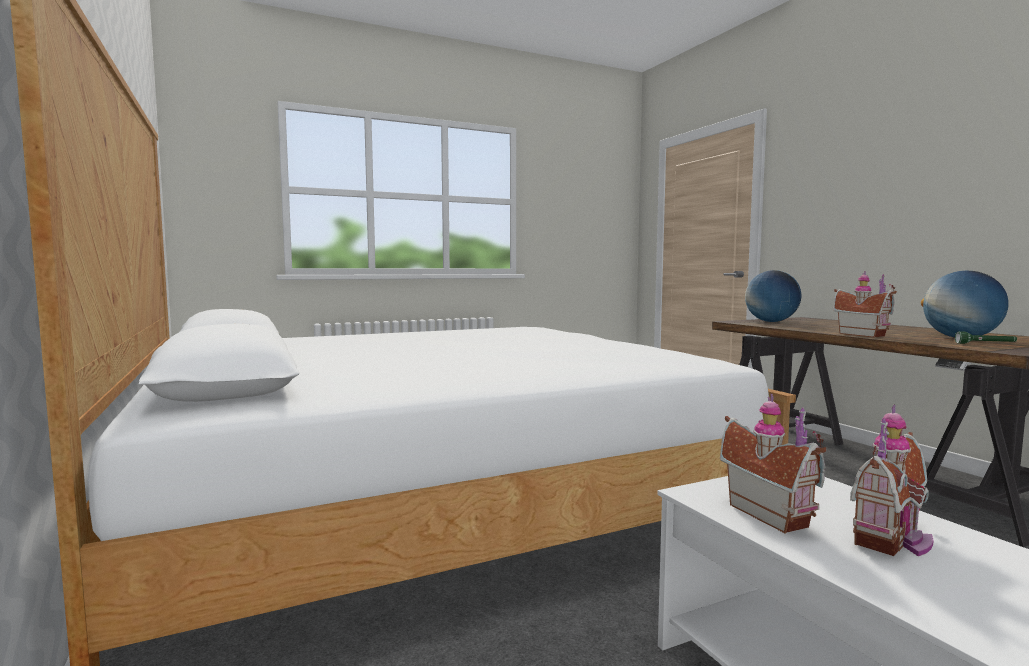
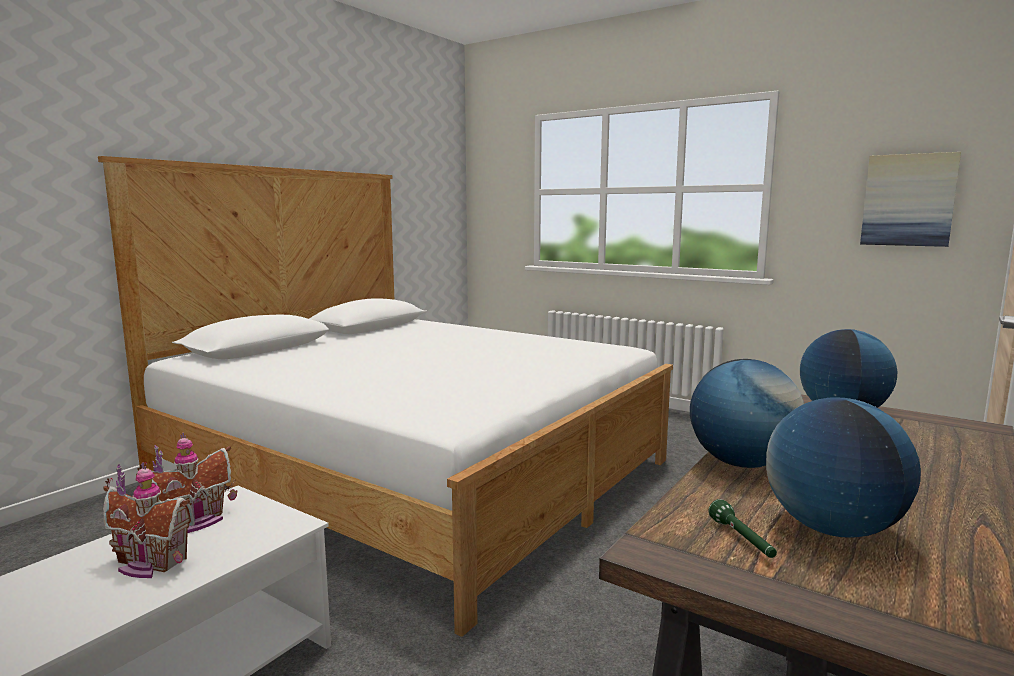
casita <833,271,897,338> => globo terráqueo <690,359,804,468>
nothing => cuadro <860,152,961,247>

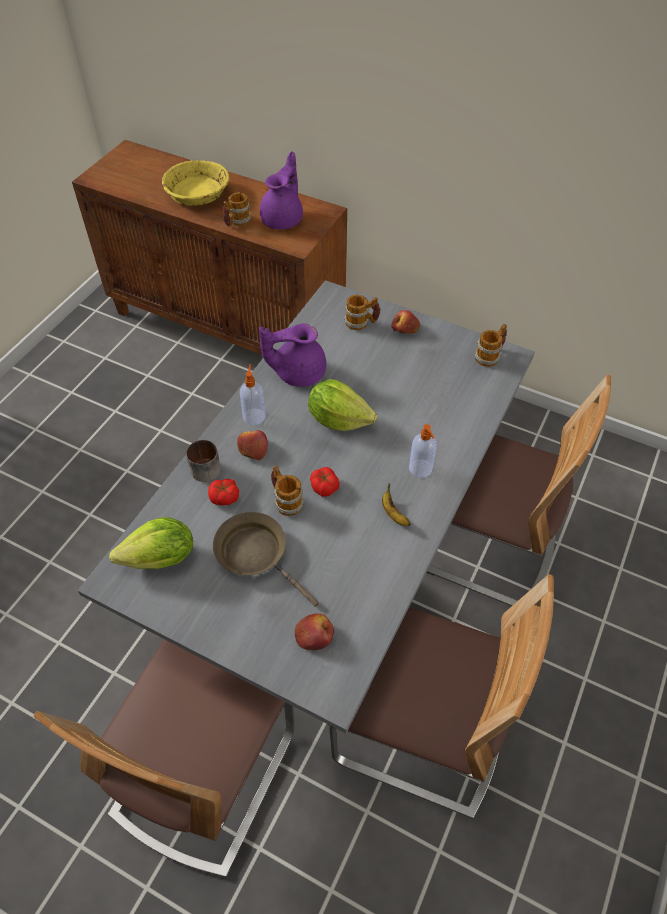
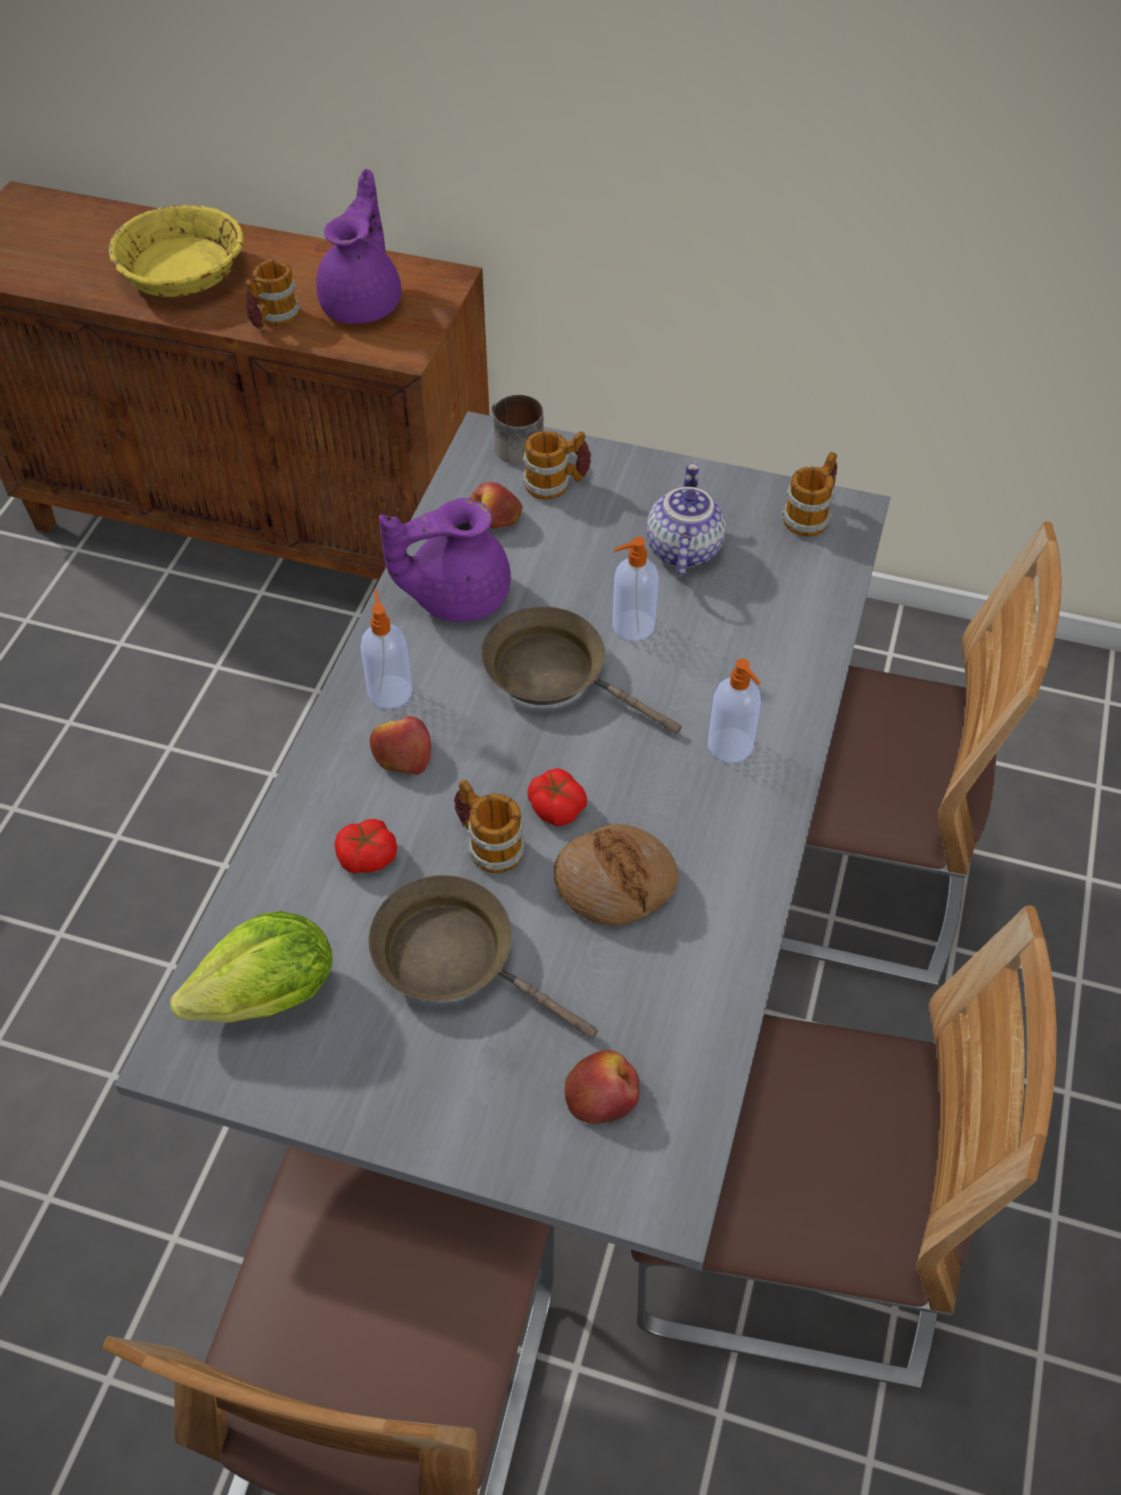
taza grande <186,440,221,482> => taza grande <492,395,544,465>, shifted
lechuga <308,379,377,431> => sartén [marrón] <481,607,682,734>
plátano <382,483,411,526> => nothing
manzana <391,310,421,334> => manzana <470,482,523,528>, shifted
nothing => pan <554,824,679,926>
nothing => dispensador de jabón <612,537,659,641>
nothing => tetera <646,464,726,577>

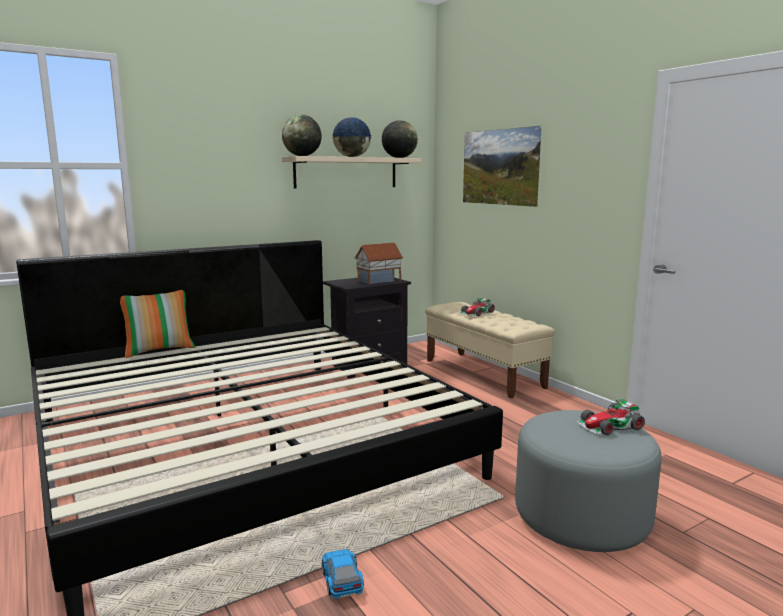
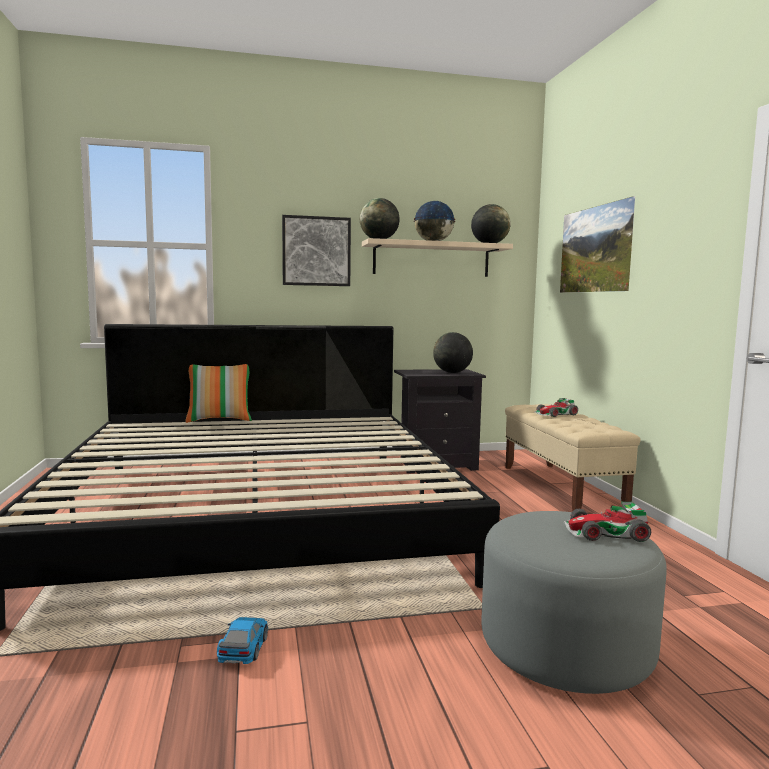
casita <355,243,403,284> => globo terráqueo <433,332,473,373>
nothing => cuadro <282,215,351,286>

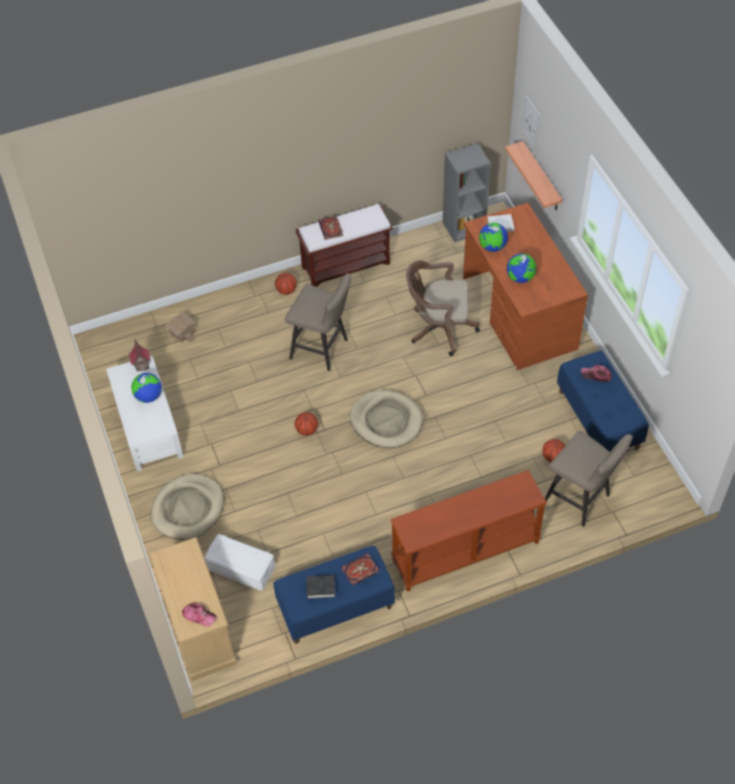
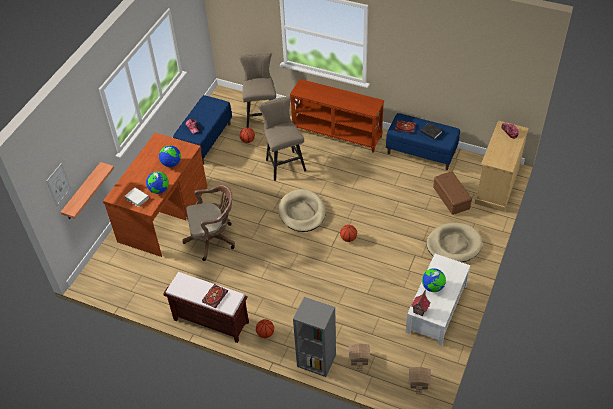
caja de almacenaje [blanco] <204,534,275,591> => caja de almacenaje [marrón] <433,171,472,215>
taburete [beis] <285,273,351,371> => taburete [beis] <258,96,306,181>, shifted
silla de oficina [marrón] <406,260,480,356> => silla de oficina [marrón] <182,184,235,261>, 60 degrees counterclockwise
estantería [gris] <443,143,491,242> => estantería [gris] <293,297,336,377>, shifted
nothing => casita <409,367,431,394>

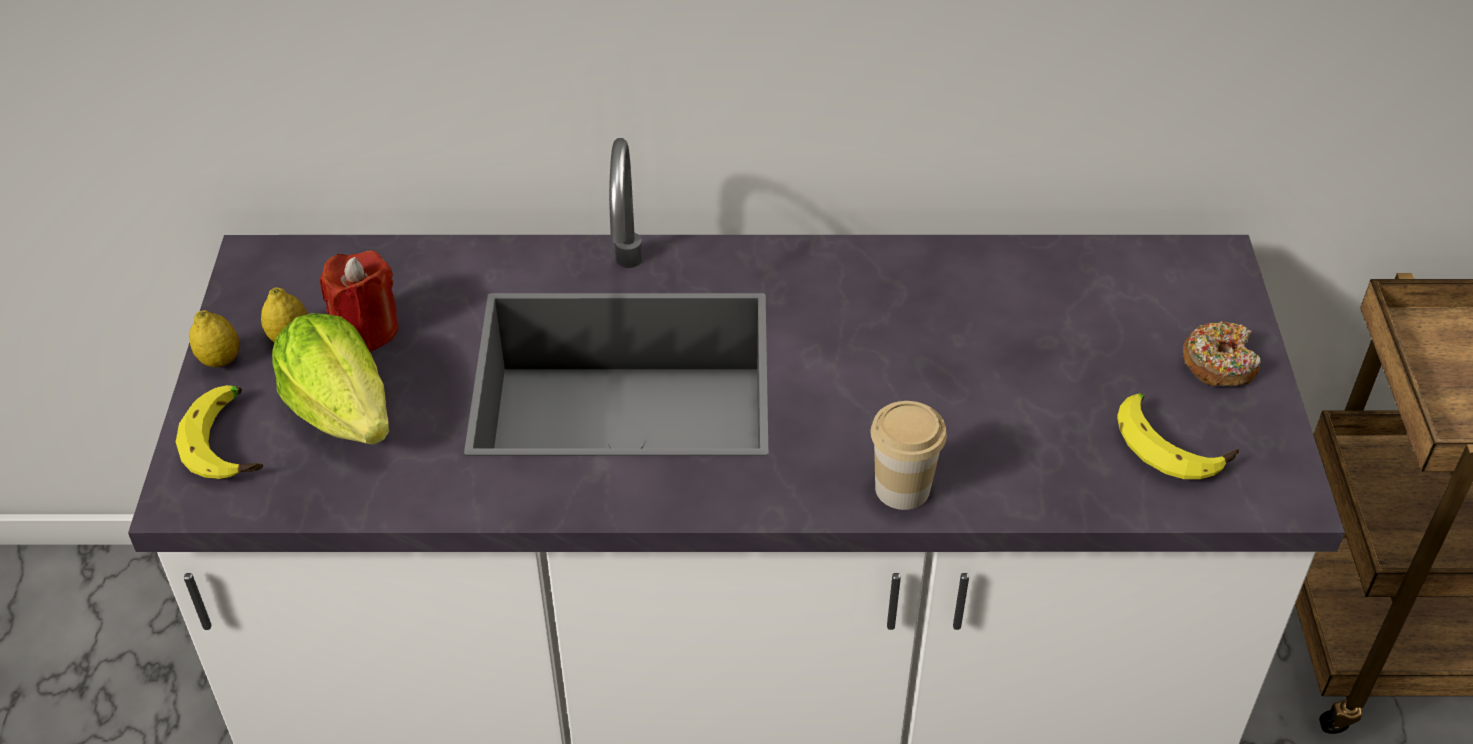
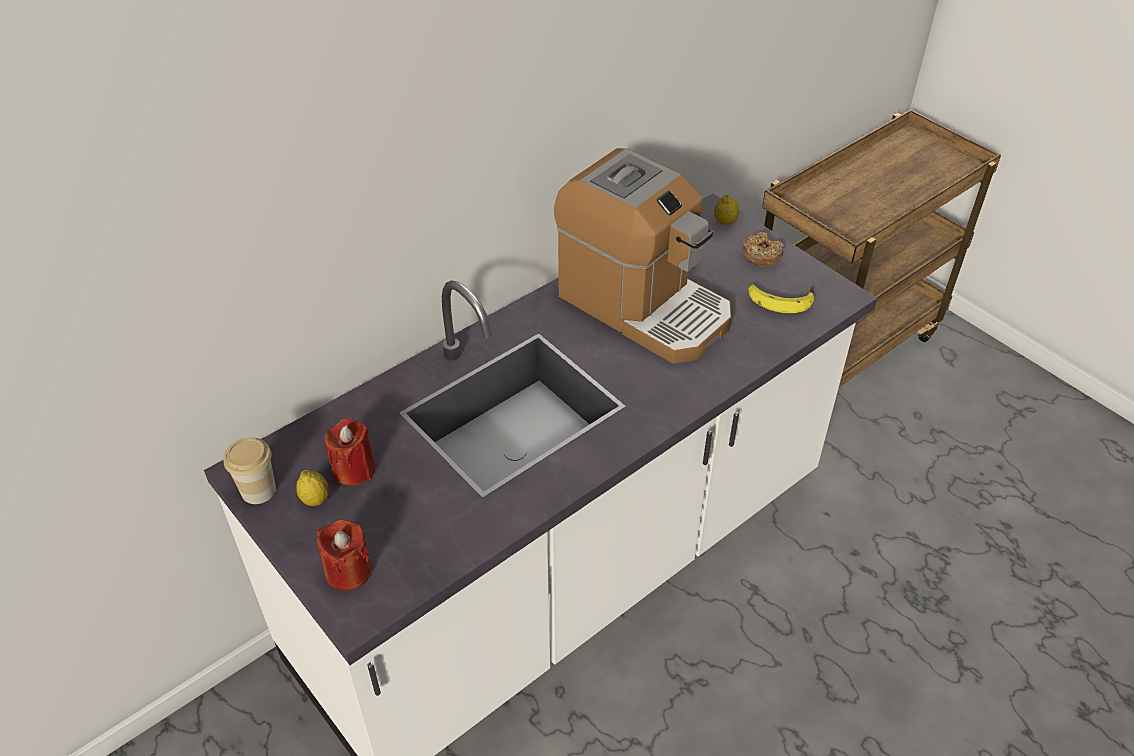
plátano <176,385,263,479> => vela [rojo] <316,519,372,591>
limón <189,310,240,367> => limón <715,195,739,225>, shifted
lechuga <272,313,389,445> => nothing
taza <871,401,947,510> => taza <223,437,276,504>, shifted
nothing => cafetera <554,148,731,364>

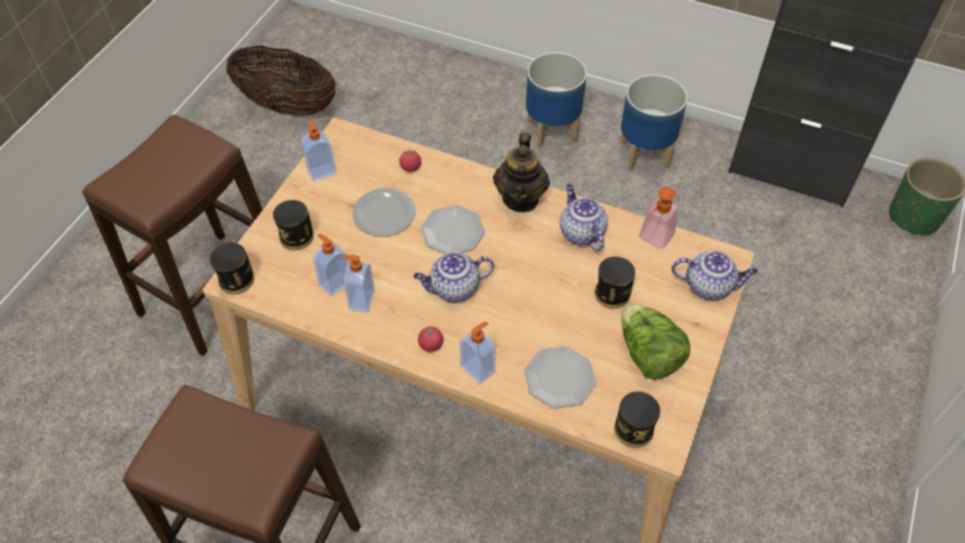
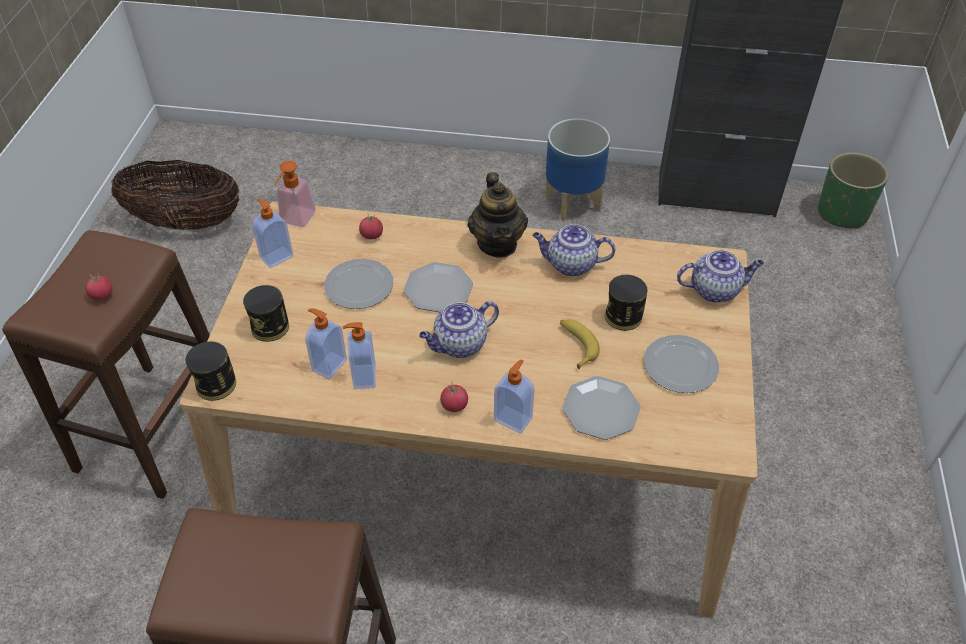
maceta <526,52,587,149> => nothing
tetera <560,184,608,251> => tetera <533,224,615,277>, 45 degrees counterclockwise
lata <614,391,660,448> => nothing
lechuga <621,304,690,380> => plato <644,335,719,393>
dispensador de jabón <639,187,678,249> => dispensador de jabón <274,161,316,227>, shifted
nothing => tomate <85,273,113,300>
nothing => plátano <560,319,600,369>

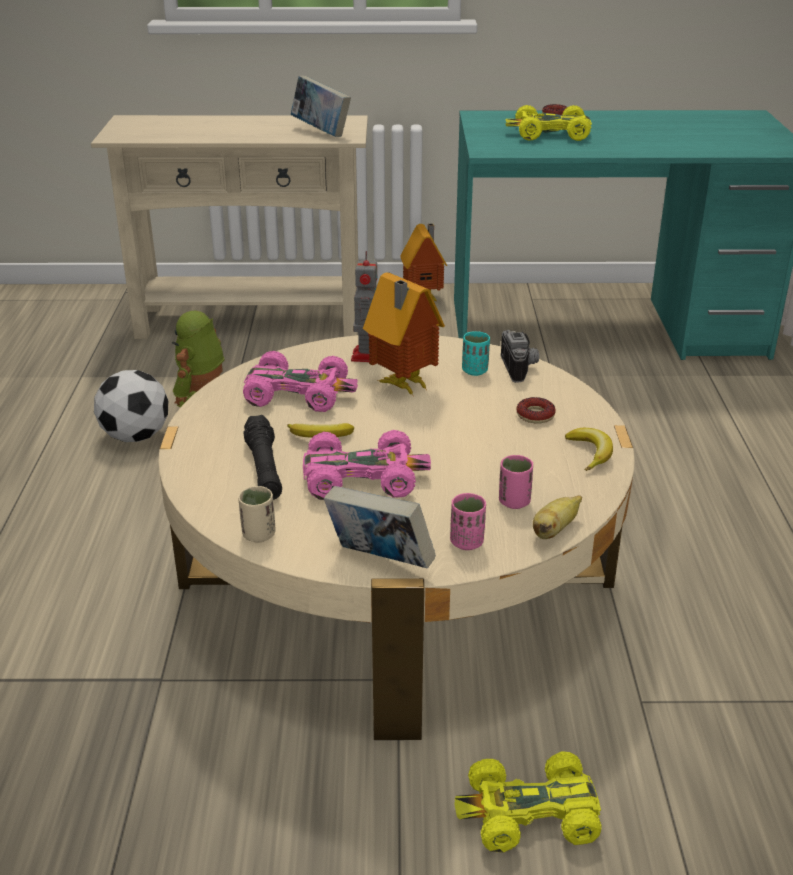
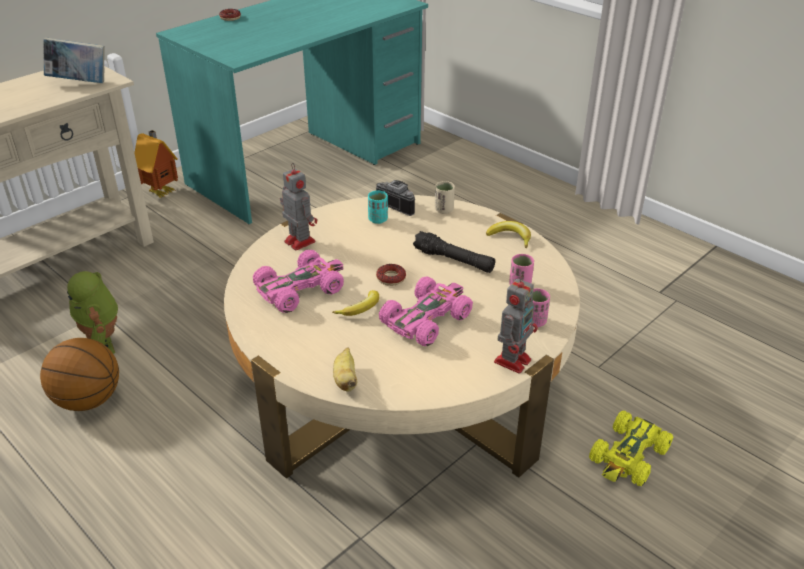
balón de fútbol <94,370,168,442> => balón de baloncesto <40,338,119,411>
taza [beis] <238,486,276,543> => taza [beis] <435,181,455,214>, shifted
linterna [negro] <243,415,282,500> => linterna [negro] <413,231,495,273>, shifted
libro <324,486,436,569> => robot de juguete <494,274,538,374>
casita <363,273,445,397> => nothing
coche de juguete [amarillo] <505,105,592,141> => nothing
rosquilla <516,397,556,423> => rosquilla <376,264,406,286>, shifted
plátano <533,495,582,539> => plátano <333,347,357,392>, shifted

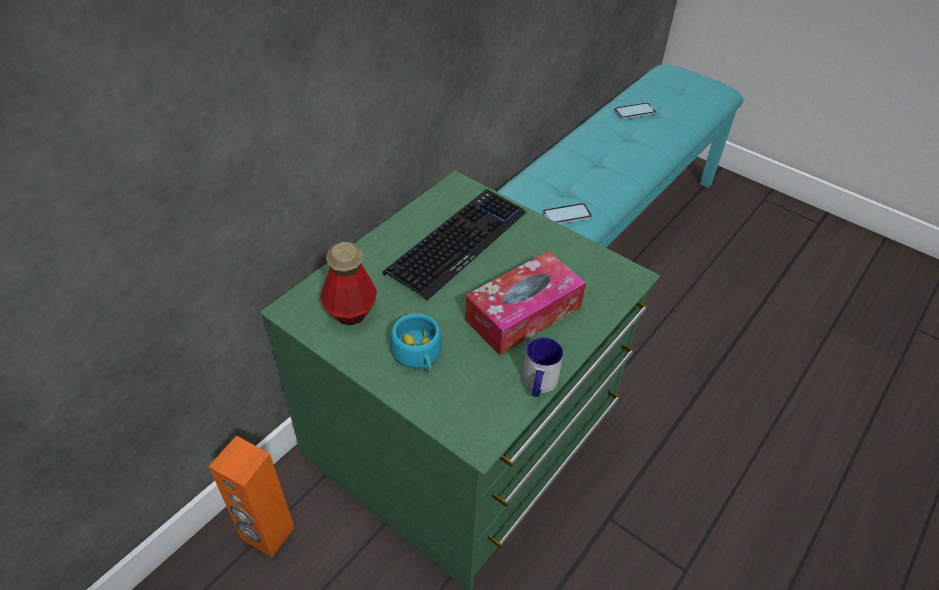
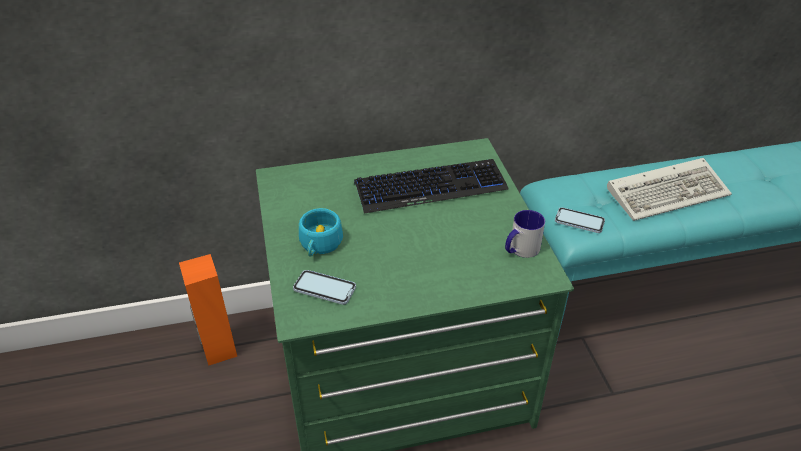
botella <320,242,377,325> => nothing
caja de pañuelos <465,251,586,355> => nothing
taza grande <523,337,563,397> => taza grande <505,210,545,258>, shifted
móvil <614,102,656,120> => móvil <293,270,356,305>, shifted
nothing => teclado <607,158,732,221>

